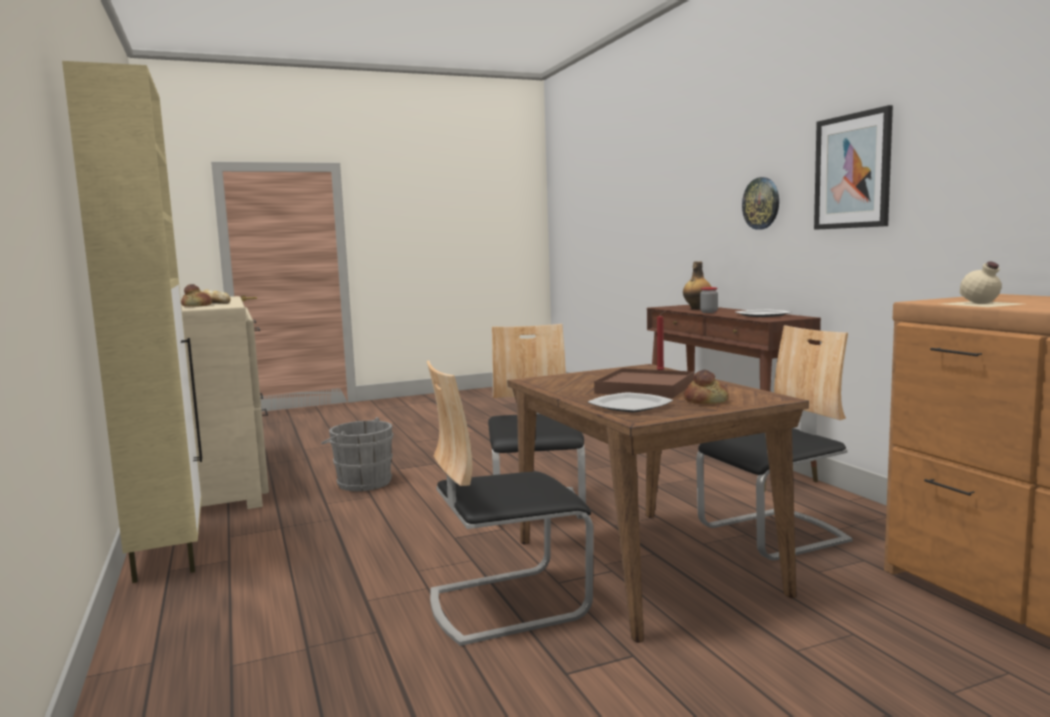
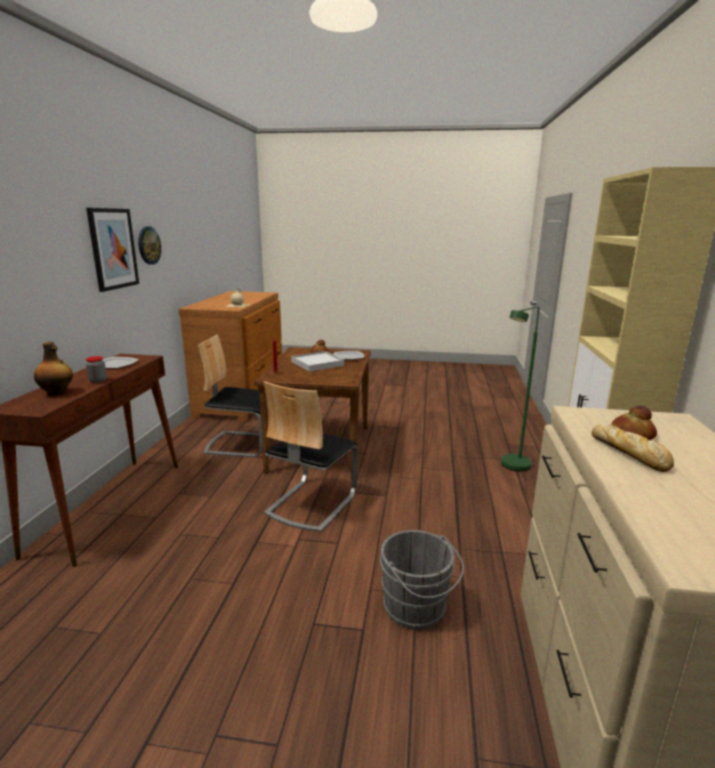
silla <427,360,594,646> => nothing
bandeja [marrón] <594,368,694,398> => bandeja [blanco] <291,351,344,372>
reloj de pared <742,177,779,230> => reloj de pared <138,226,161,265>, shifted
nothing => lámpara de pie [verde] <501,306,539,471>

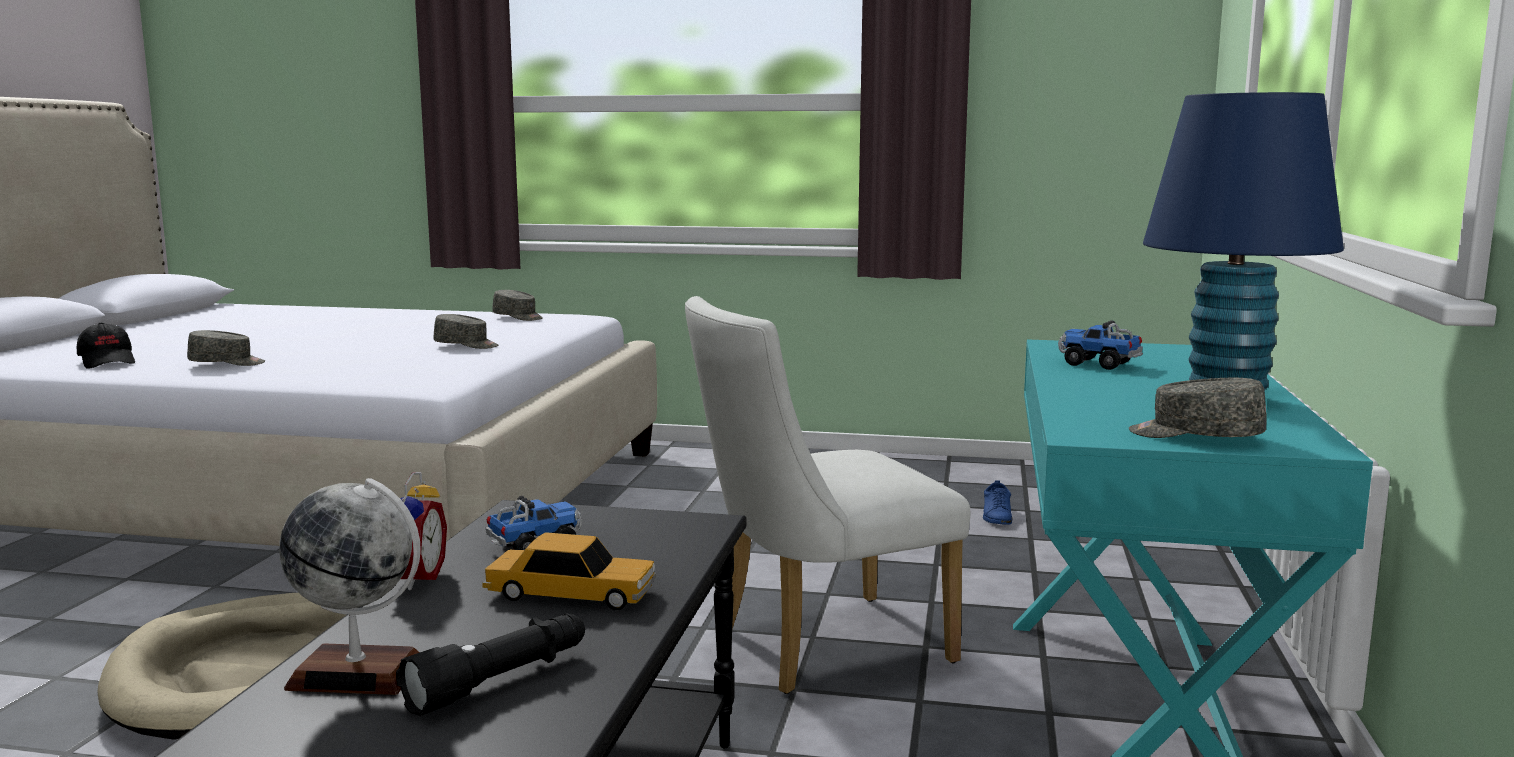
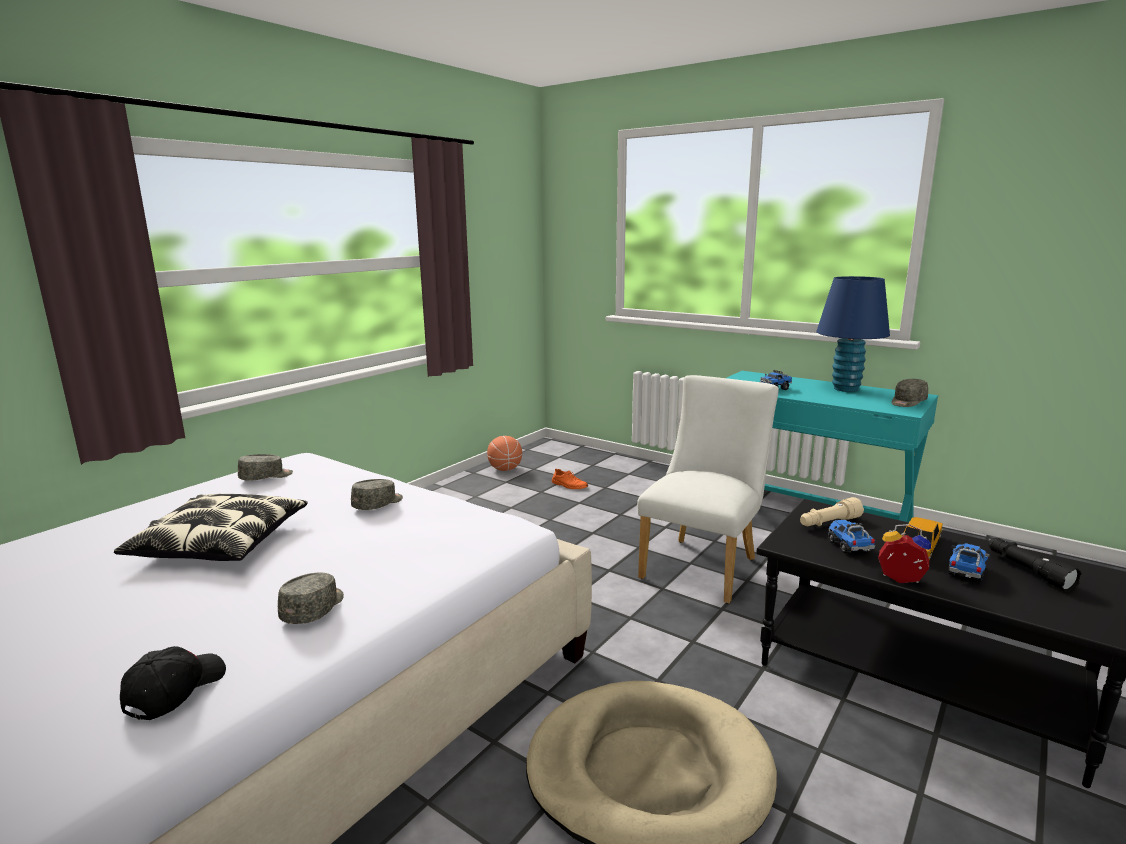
gorra [negro] <77,322,135,369> => gorra [negro] <120,646,226,720>, 60 degrees counterclockwise
globo terráqueo <279,478,421,695> => nothing
silla [blanco] <685,296,970,694> => silla [blanco] <637,375,779,604>, 150 degrees counterclockwise
zapato [azul] <983,480,1012,525> => zapato [naranja] <552,468,588,489>
nothing => cojín <114,494,308,561>
nothing => balón de baloncesto <487,436,522,471>
nothing => linterna [beis] <800,497,864,526>
nothing => camión de juguete <948,543,990,582>

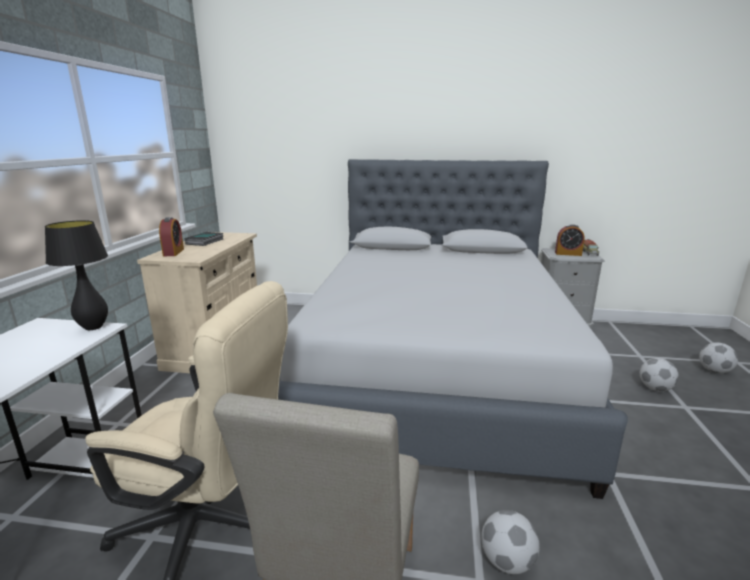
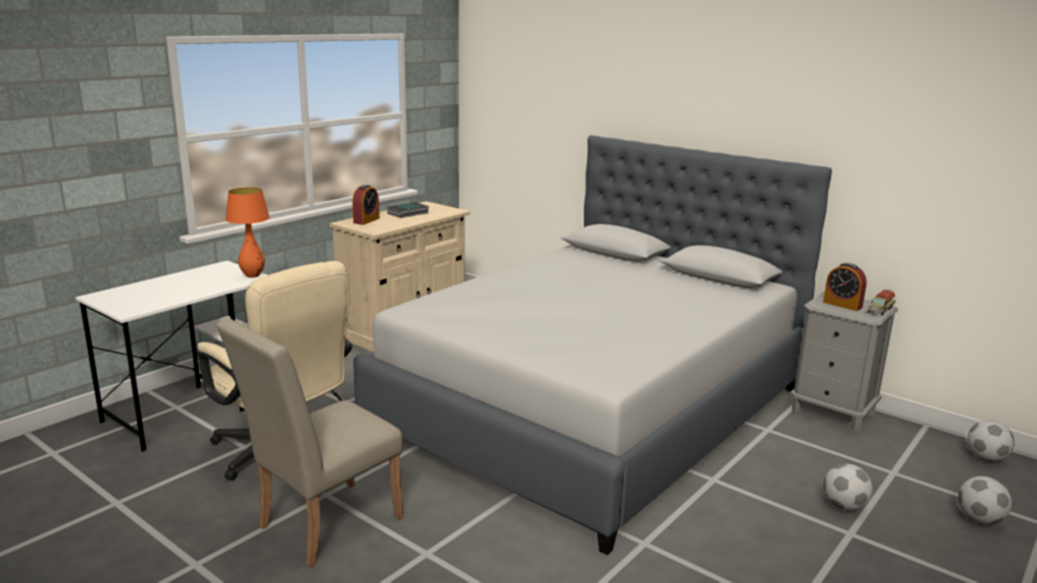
lámpara de mesa [negro] <45,220,108,330> => lámpara de mesa [naranja] <225,187,270,278>
balón de fútbol <481,510,540,574> => balón de fútbol <967,420,1014,461>, shifted

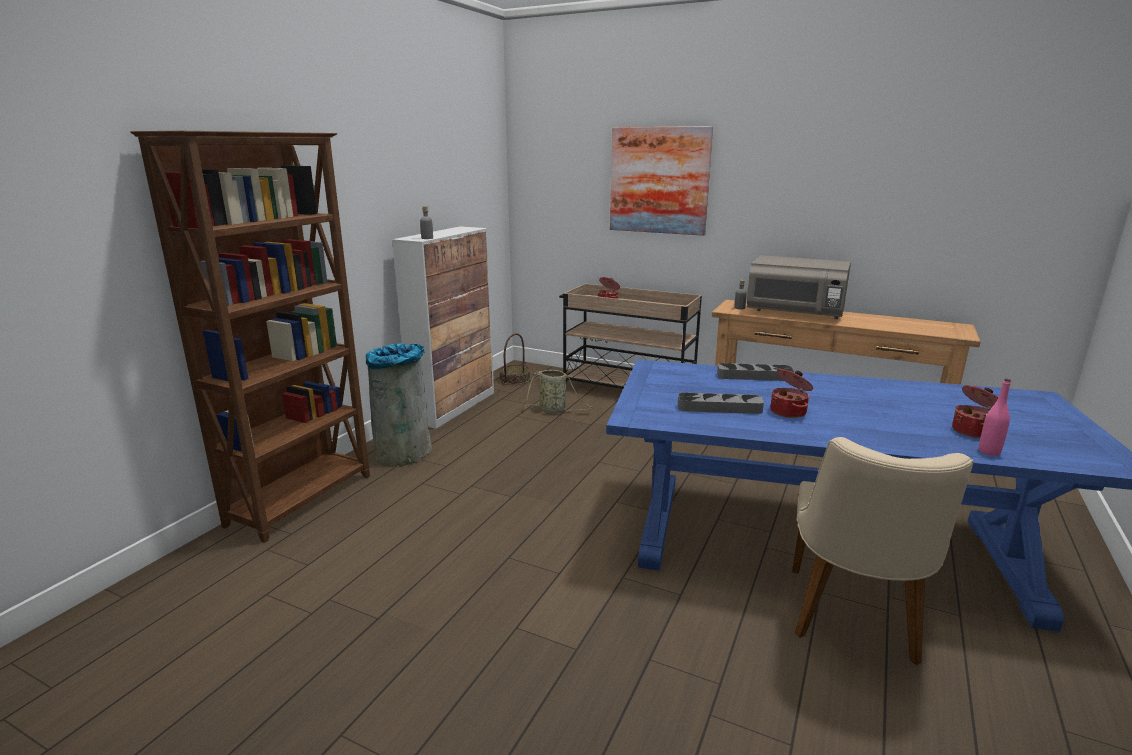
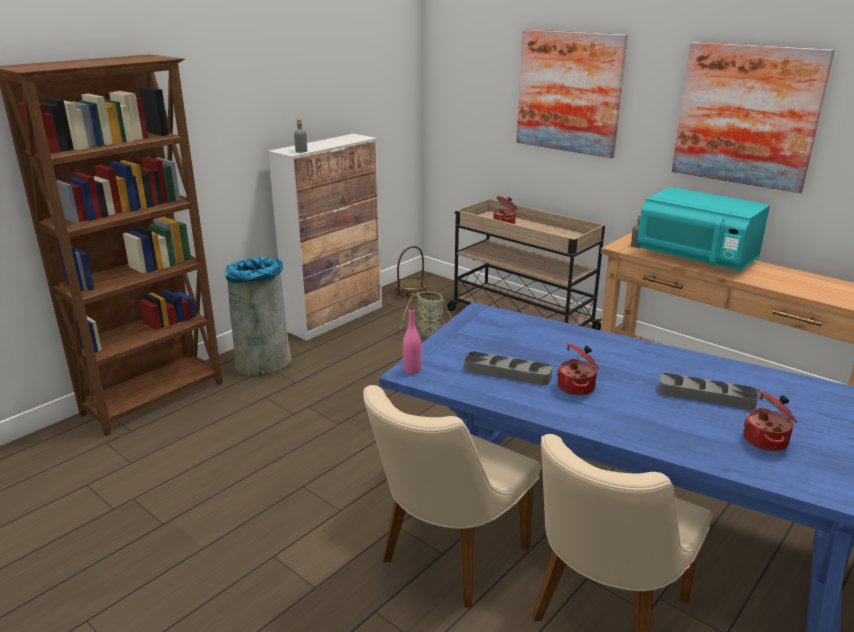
bandeja [gris] <717,363,794,381> => bandeja [gris] <658,373,758,410>, shifted
microondas [gris] <747,255,851,319> => microondas [turquesa] <637,187,770,272>
botella [rosa] <979,379,1011,456> => botella [rosa] <403,307,421,374>, shifted
nothing => silla [beis] <363,385,541,608>
nothing => cuadro <672,42,834,193>

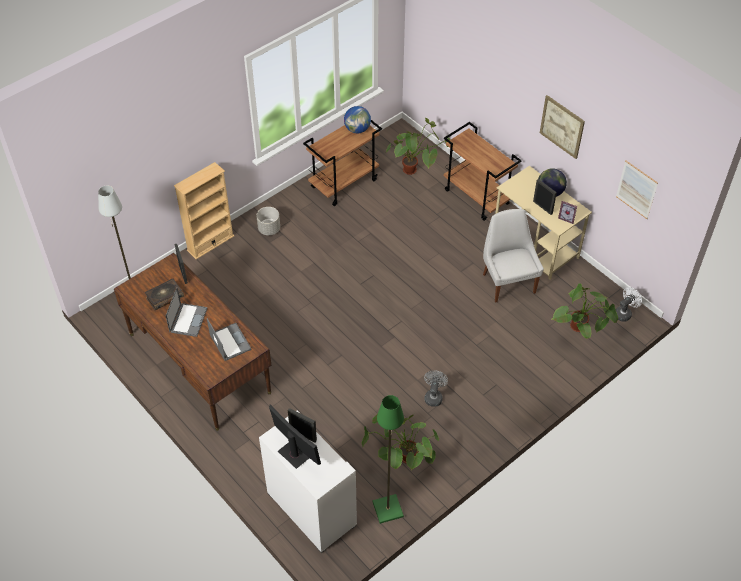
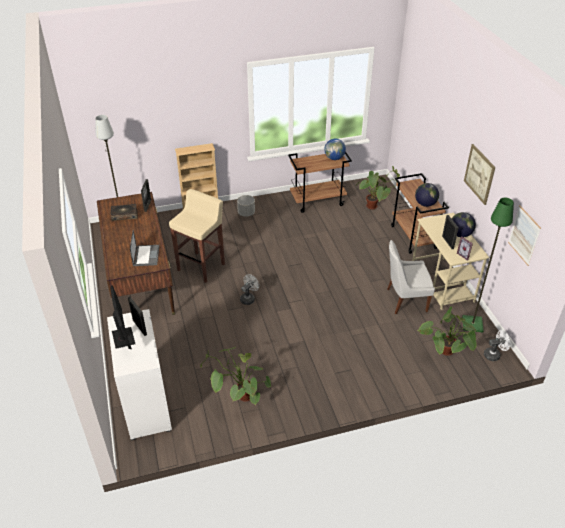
portátil <166,288,207,337> => nothing
lámpara de pie [verde] <373,395,404,524> => lámpara de pie [verde] <462,198,514,332>, shifted
ventilador [gris] <424,371,448,407> => ventilador [gris] <240,274,260,305>, shifted
silla [blanco] <483,209,544,303> => silla [blanco] <387,240,435,314>, 105 degrees counterclockwise
nothing => taburete [beis] <169,189,225,283>
nothing => globo terráqueo <415,183,439,207>

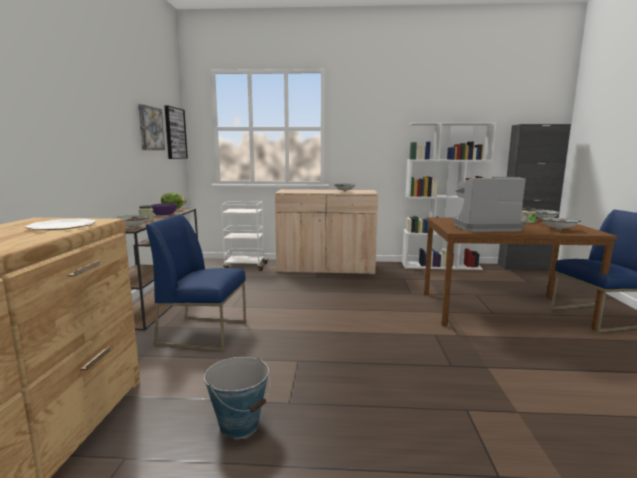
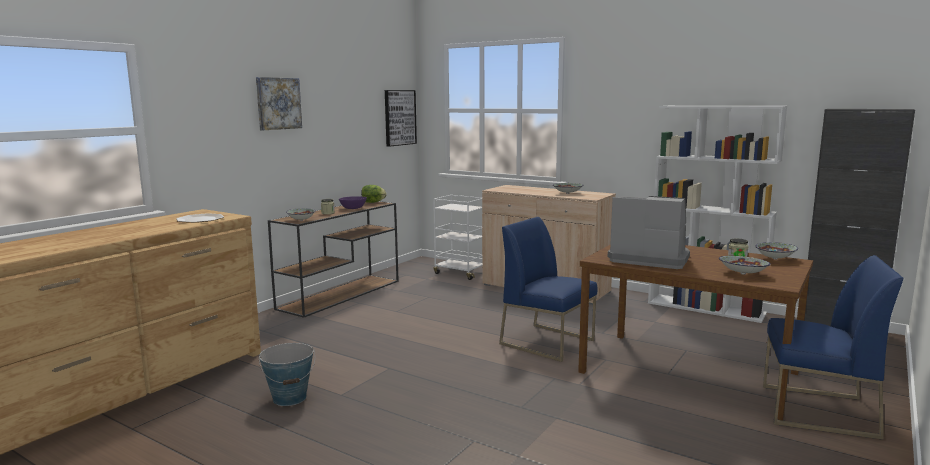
cuadro <138,104,165,150> => cuadro <256,77,302,130>, shifted
silla [azul] <146,214,246,351> => silla [azul] <499,217,597,362>, shifted

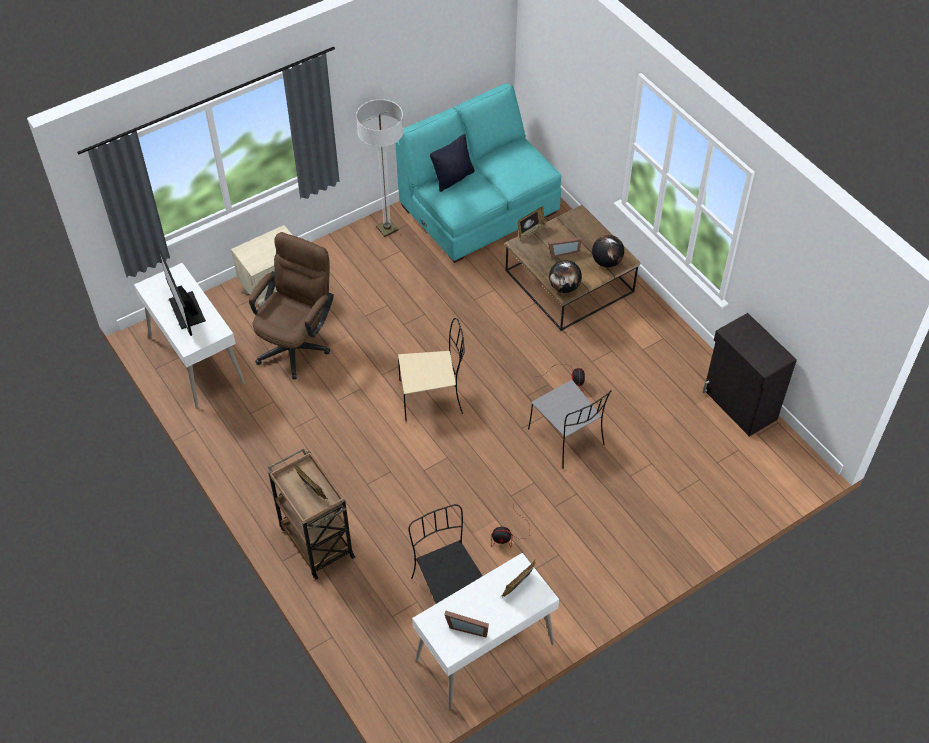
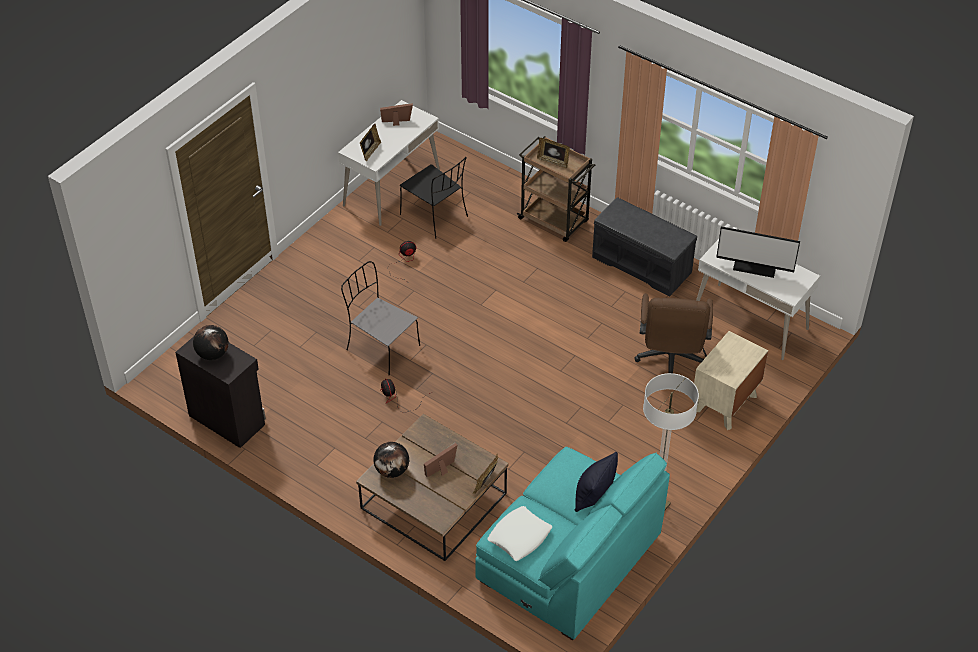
monitor <159,250,206,336> => monitor <716,227,800,278>, 150 degrees clockwise
silla [beis] <398,318,464,422> => nothing
globo terráqueo <549,260,582,293> => globo terráqueo <193,325,229,360>, shifted
nothing => cojín [blanco] <488,506,552,561>
nothing => banco [gris] <592,197,697,297>

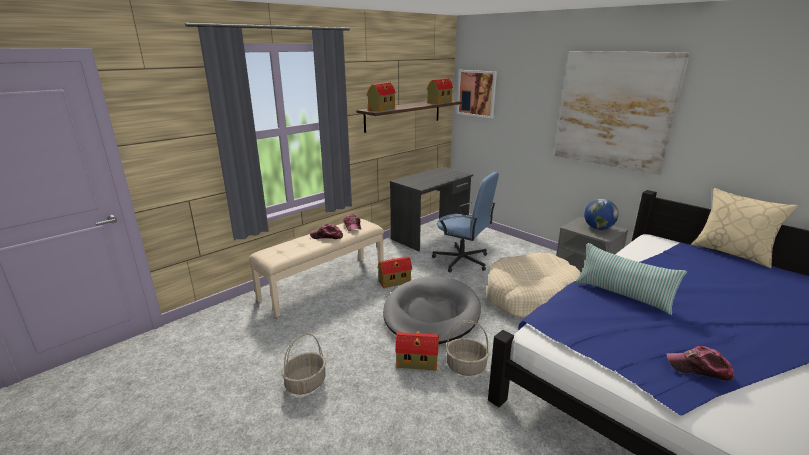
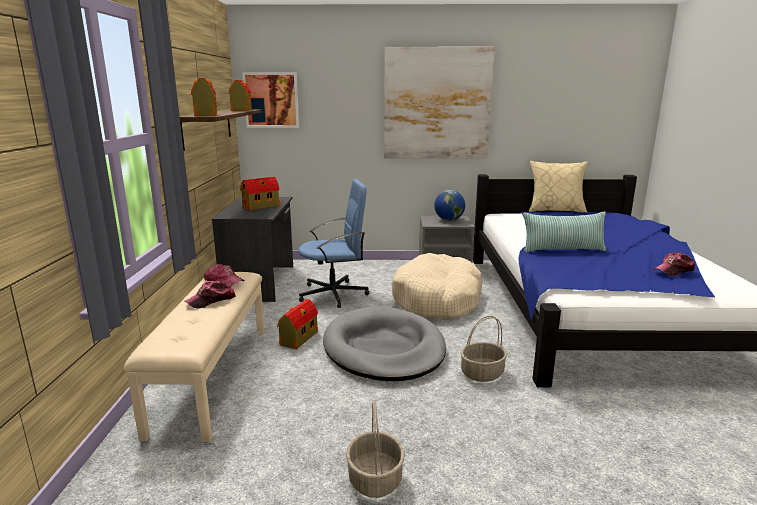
casita <395,331,439,370> => casita <240,177,280,210>, shifted

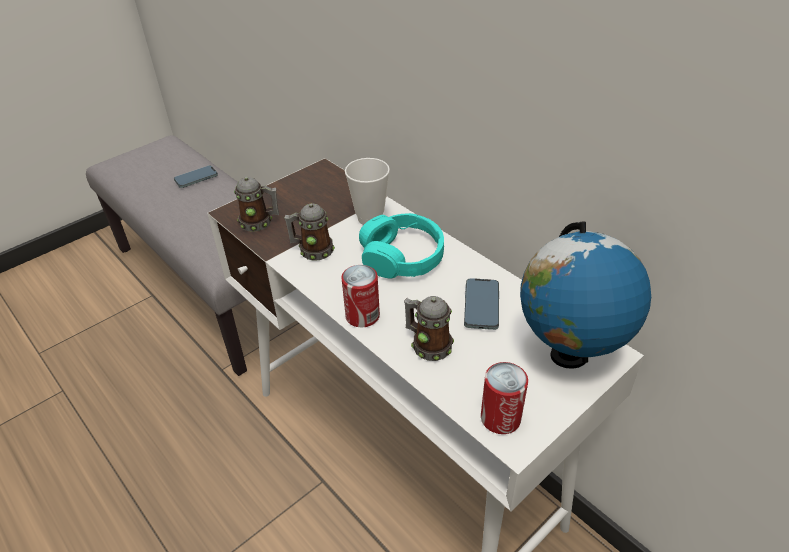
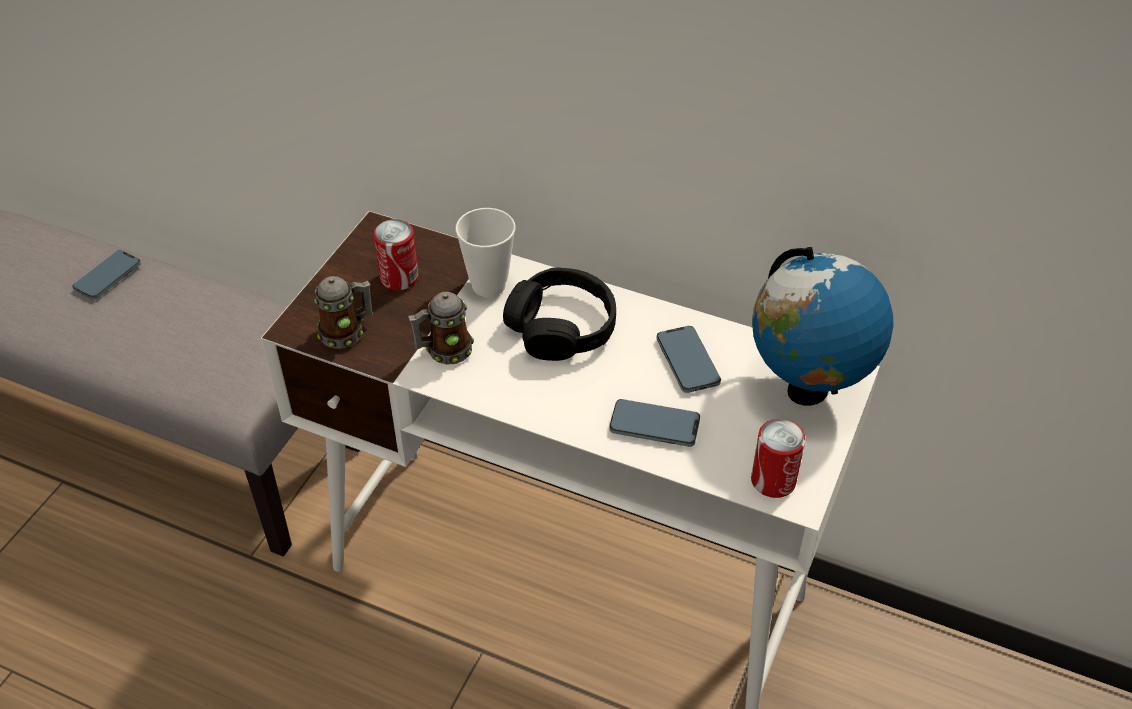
lata <341,265,380,327> => lata <373,219,419,290>, shifted
auriculares [turquesa] <359,213,444,278> => auriculares [negro] <503,268,616,361>
taza grande <404,296,454,361> => móvil <609,399,700,447>

